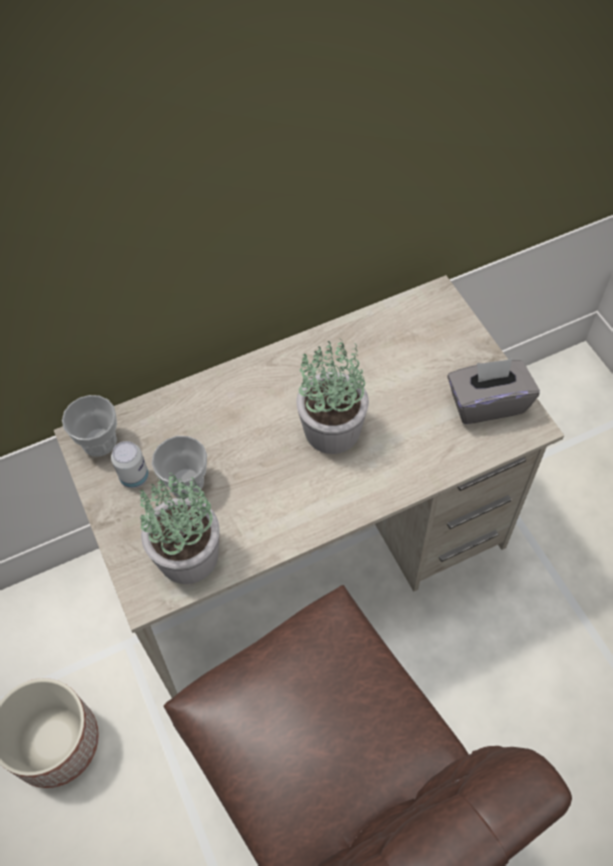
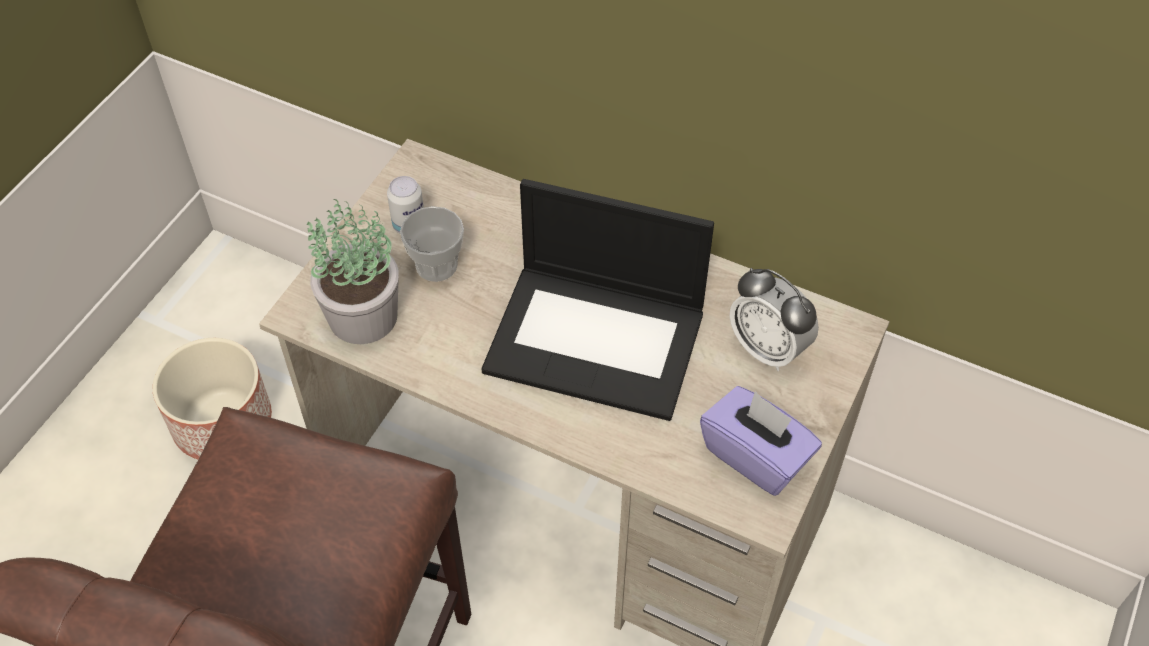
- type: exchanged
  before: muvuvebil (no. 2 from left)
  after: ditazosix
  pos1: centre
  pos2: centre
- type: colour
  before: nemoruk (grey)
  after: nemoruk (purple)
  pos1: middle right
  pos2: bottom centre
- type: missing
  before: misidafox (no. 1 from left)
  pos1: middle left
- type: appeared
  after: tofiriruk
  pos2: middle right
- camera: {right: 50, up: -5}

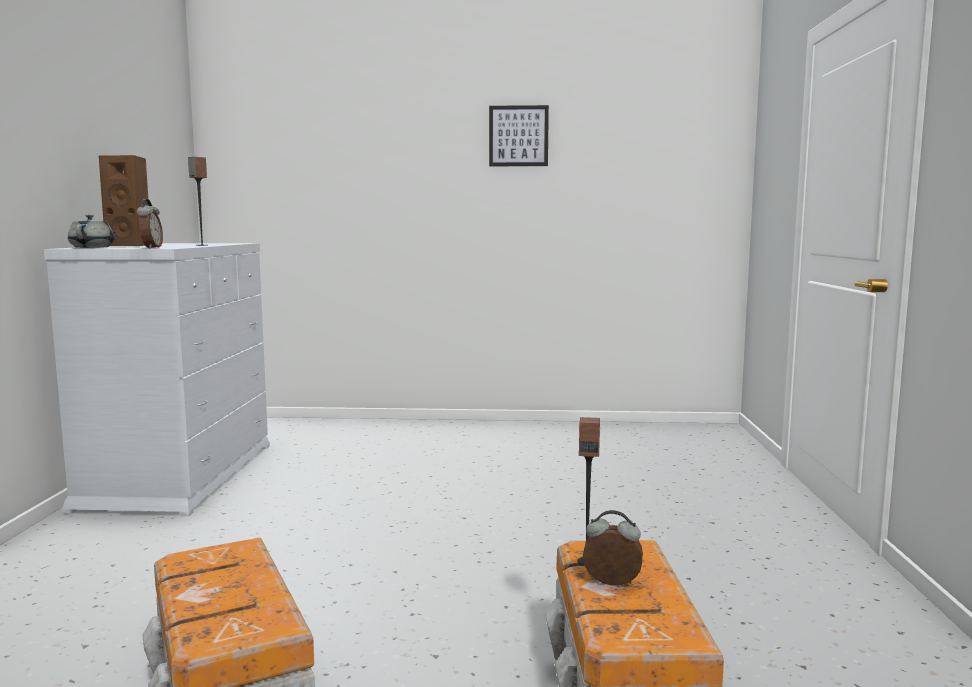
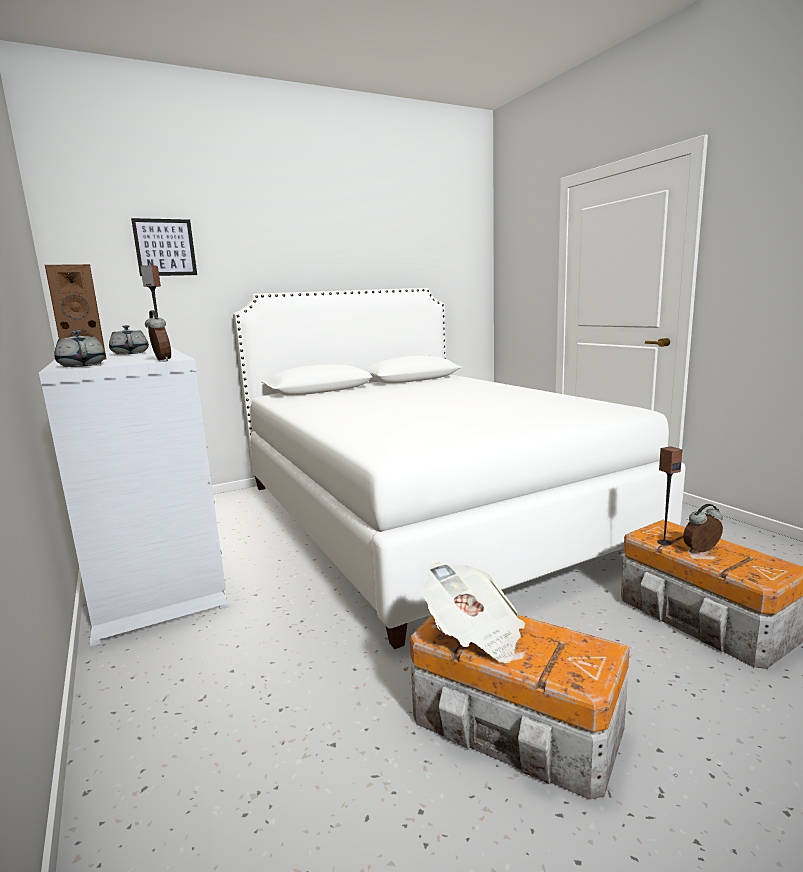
- type: relocated
  before: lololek
  pos1: top centre
  pos2: top left
- type: appeared
  after: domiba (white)
  pos2: centre
- type: appeared
  after: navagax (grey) (no. 2 from left)
  pos2: middle left
- type: appeared
  after: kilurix
  pos2: bottom centre
- camera: {right: -30, up: 5}

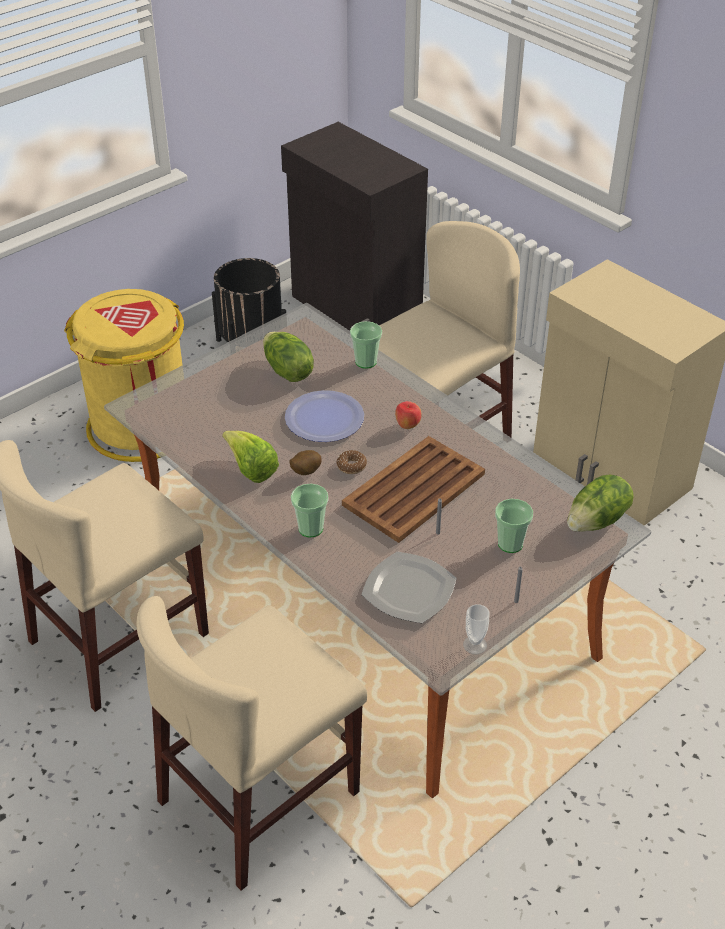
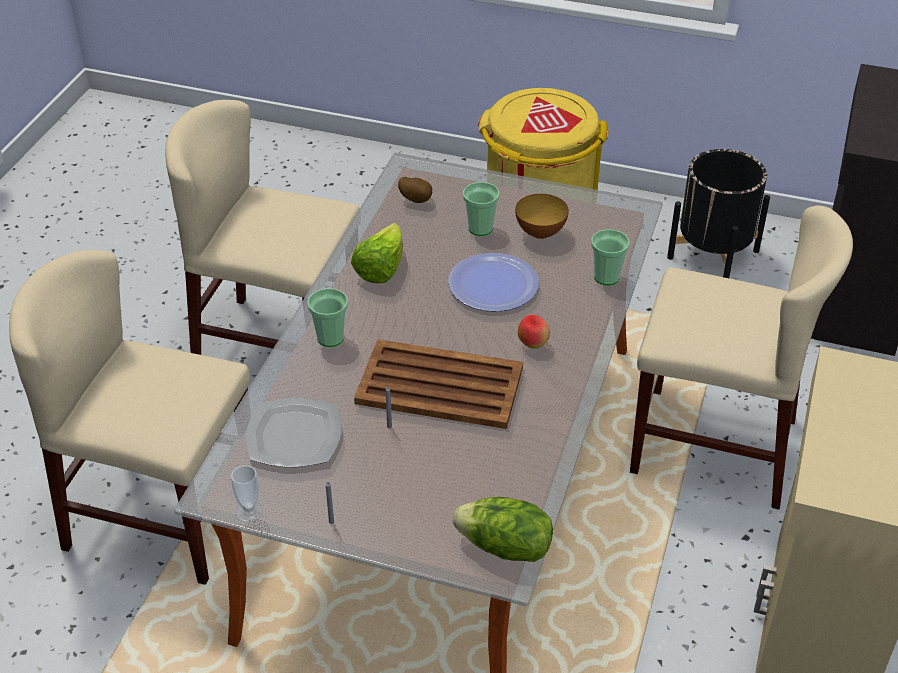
- type: exchanged
  before: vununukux (no. 2 from left)
  after: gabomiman
  pos1: centre
  pos2: top centre
- type: relocated
  before: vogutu
  pos1: centre
  pos2: top centre
- type: missing
  before: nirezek
  pos1: centre
- type: relocated
  before: misidafox (no. 4 from left in the first image)
  after: misidafox (no. 3 from left)
  pos1: middle right
  pos2: top centre
- camera: {right: 60, up: 0}

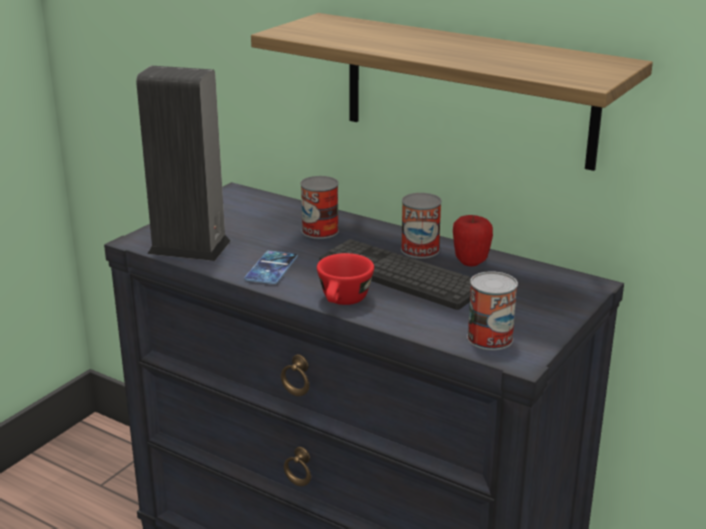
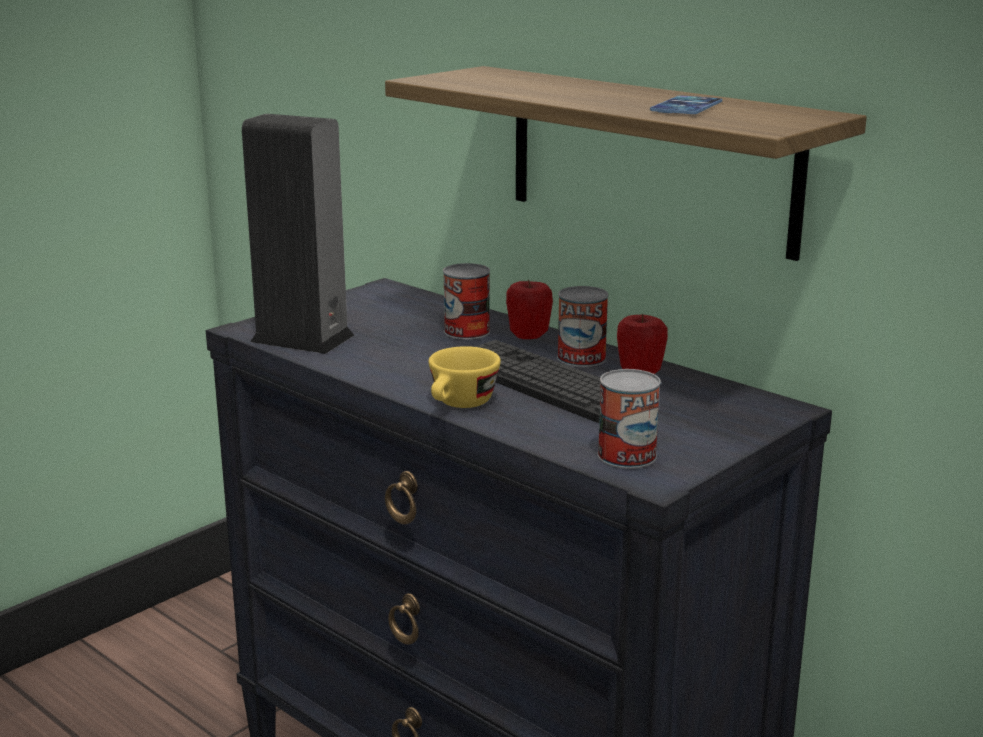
- type: relocated
  before: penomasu
  pos1: centre
  pos2: top right
- type: colour
  before: misidafox (red)
  after: misidafox (yellow)
  pos1: centre
  pos2: centre
- type: appeared
  after: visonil (no. 1 from left)
  pos2: centre
- camera: {right: 10, up: -5}

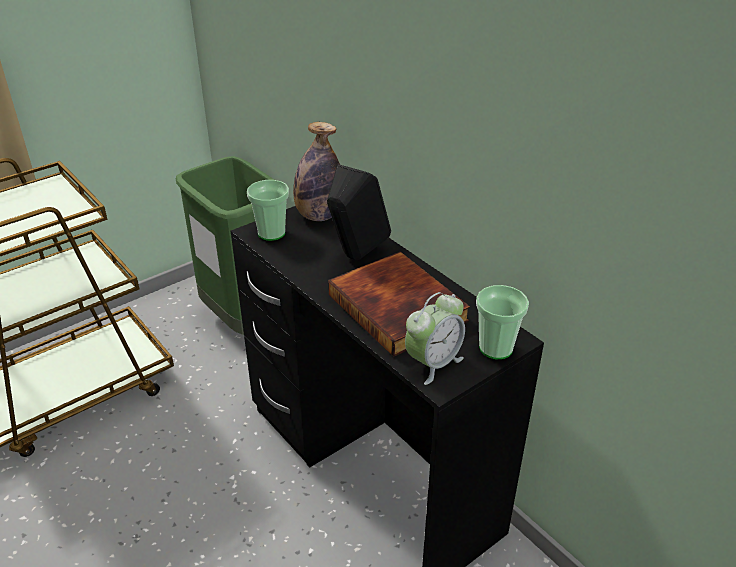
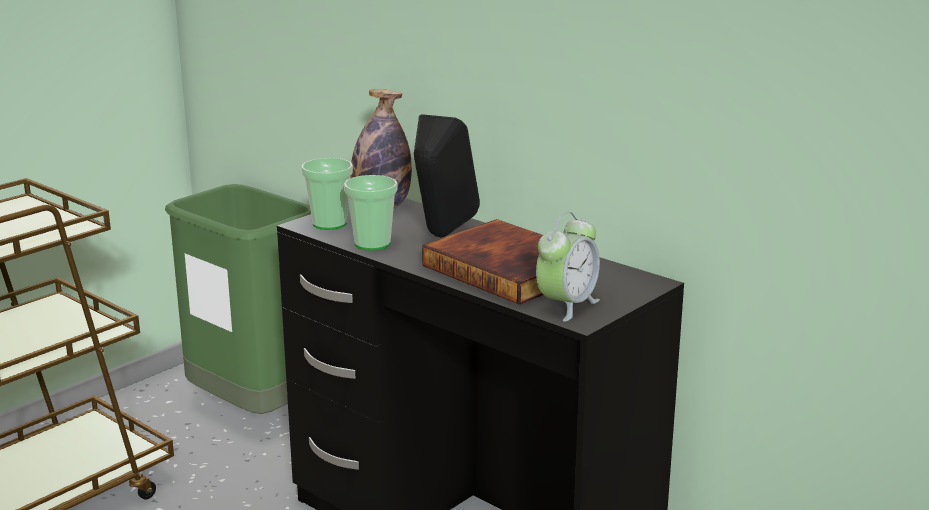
- type: relocated
  before: misidafox (no. 2 from left)
  pos1: middle right
  pos2: centre
- camera: {right: -10, up: -15}

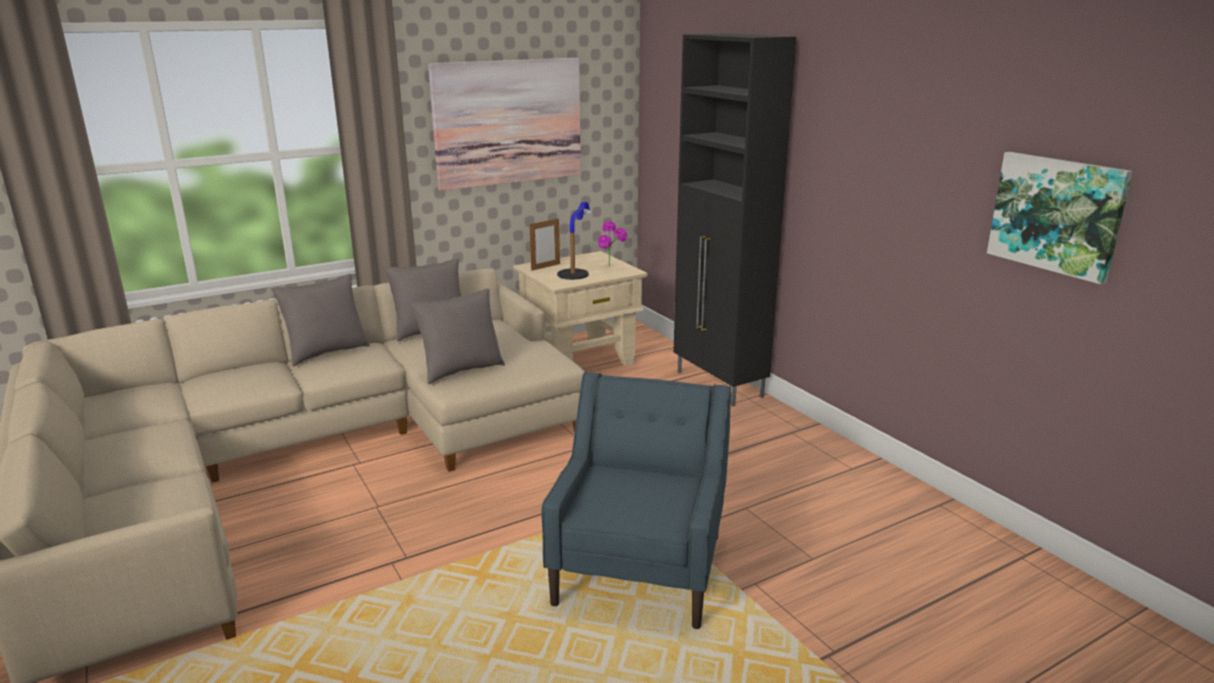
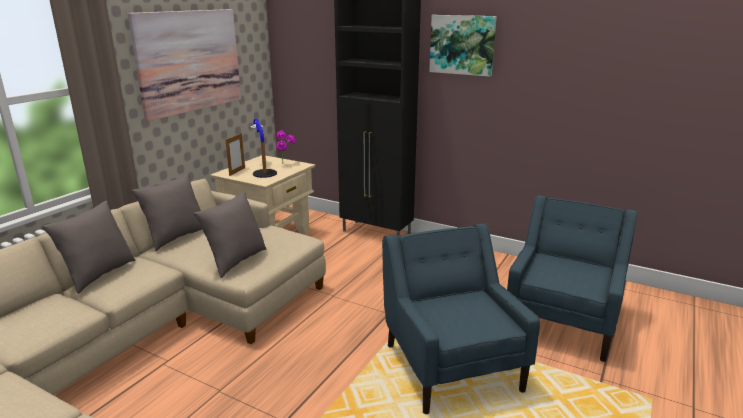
- type: relocated
  before: lololek (no. 2 from left)
  pos1: top right
  pos2: top centre
- type: appeared
  after: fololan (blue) (no. 2 from left)
  pos2: middle right
- camera: {right: -30, up: 0}

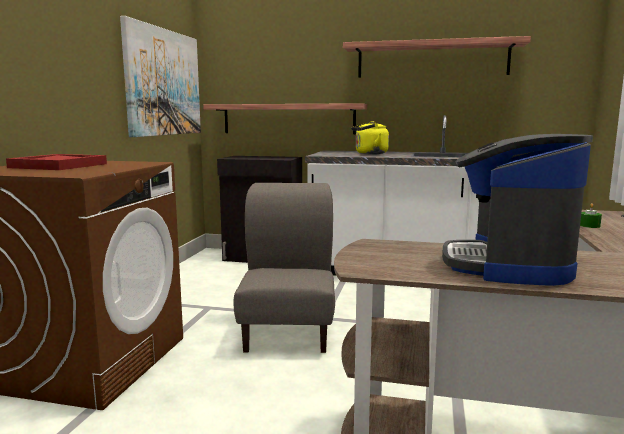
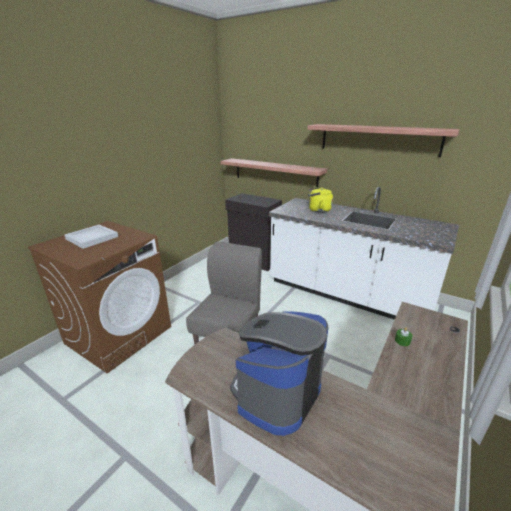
- type: missing
  before: lololek
  pos1: top left
- type: colour
  before: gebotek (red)
  after: gebotek (white)
  pos1: middle left
  pos2: middle left
- camera: {right: 20, up: 15}

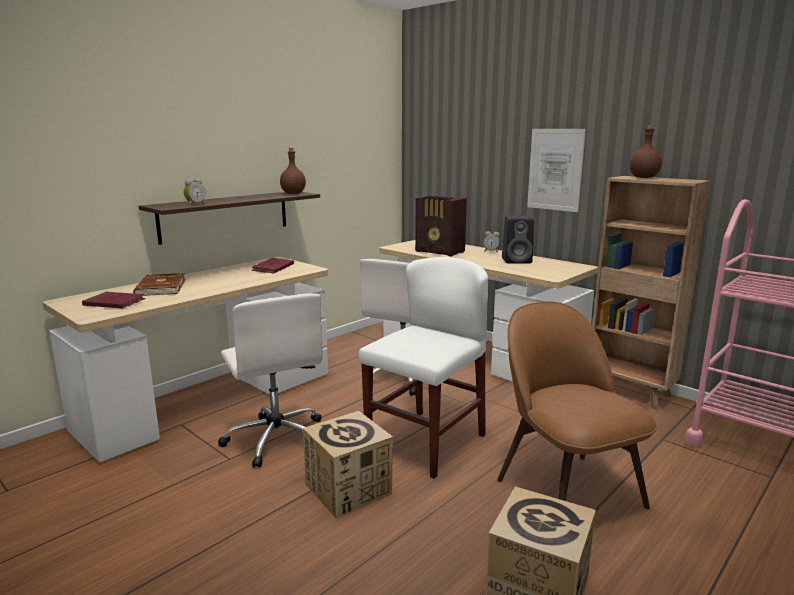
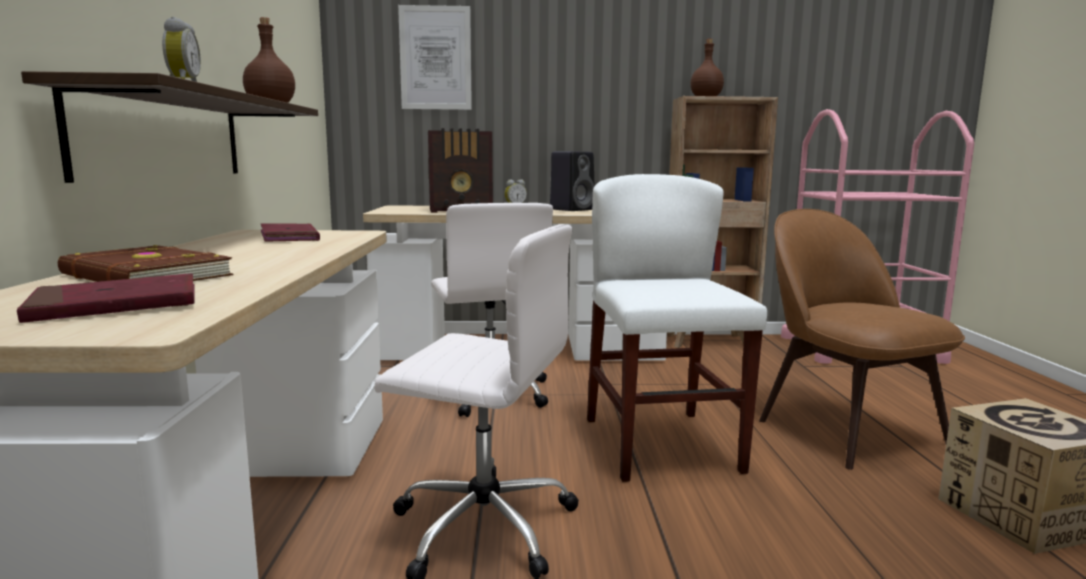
- type: relocated
  before: lololek
  pos1: top right
  pos2: top centre
- type: spun
  before: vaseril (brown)
  pos1: bottom right
  pos2: middle right
  turn: 45
- type: missing
  before: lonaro (no. 1 from left)
  pos1: bottom centre
- camera: {right: -45, up: -5}

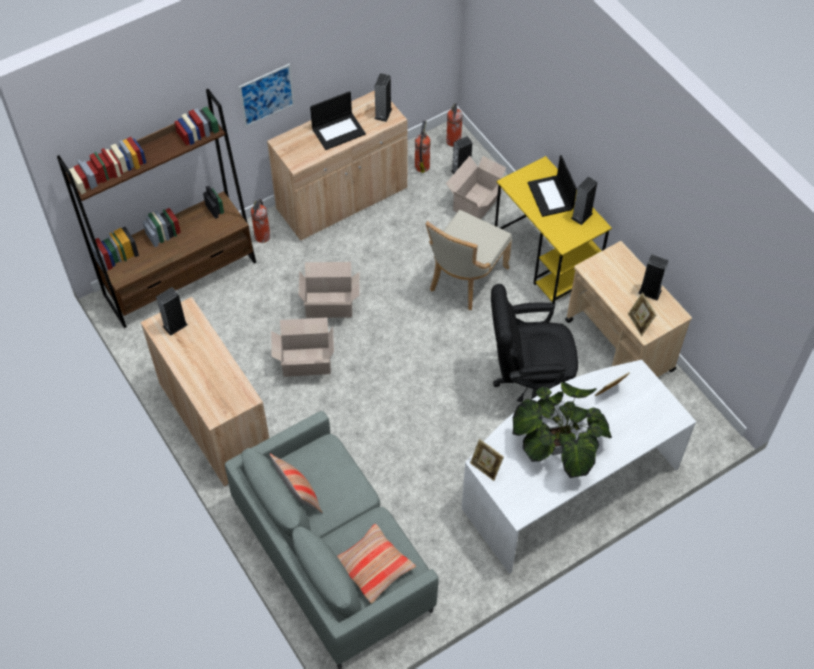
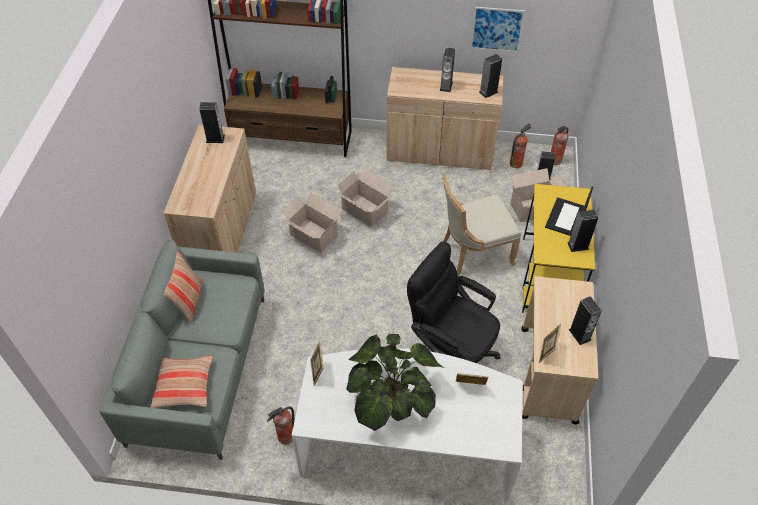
- type: relocated
  before: lololek
  pos1: top left
  pos2: top centre
- type: exchanged
  before: ditazosix (no. 1 from left)
  after: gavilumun (no. 2 from left)
  pos1: top centre
  pos2: top centre
- type: relocated
  before: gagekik (no. 1 from left)
  pos1: top left
  pos2: bottom centre
- camera: {right: 40, up: -5}

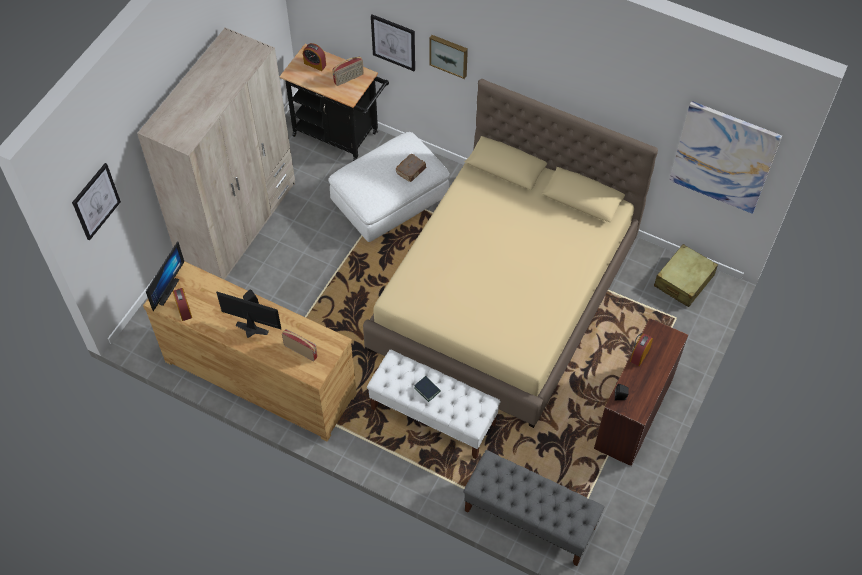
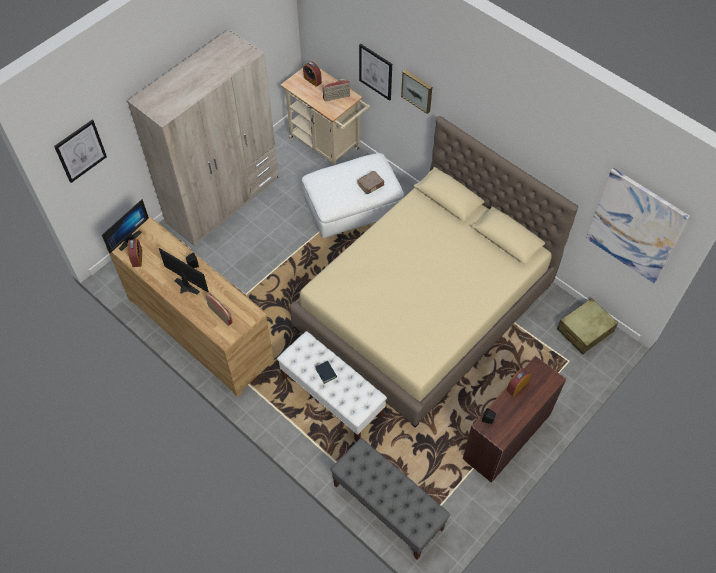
- type: colour
  before: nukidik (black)
  after: nukidik (beige)
  pos1: top centre
  pos2: top centre
- camera: {right: 15, up: 0}

